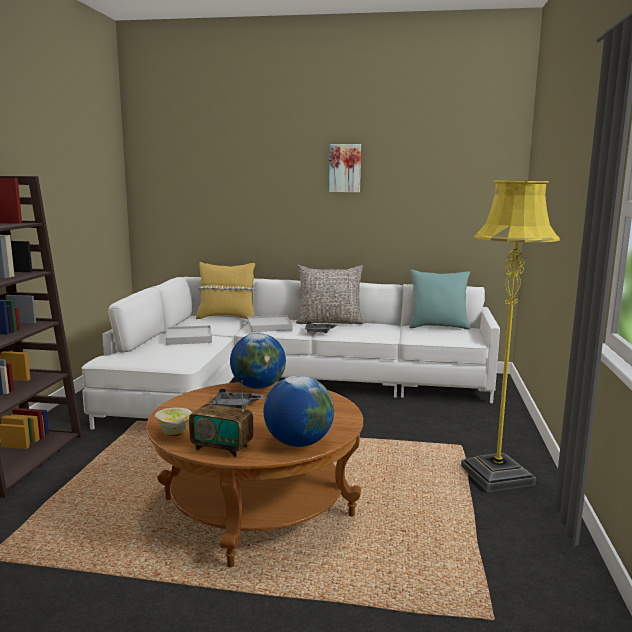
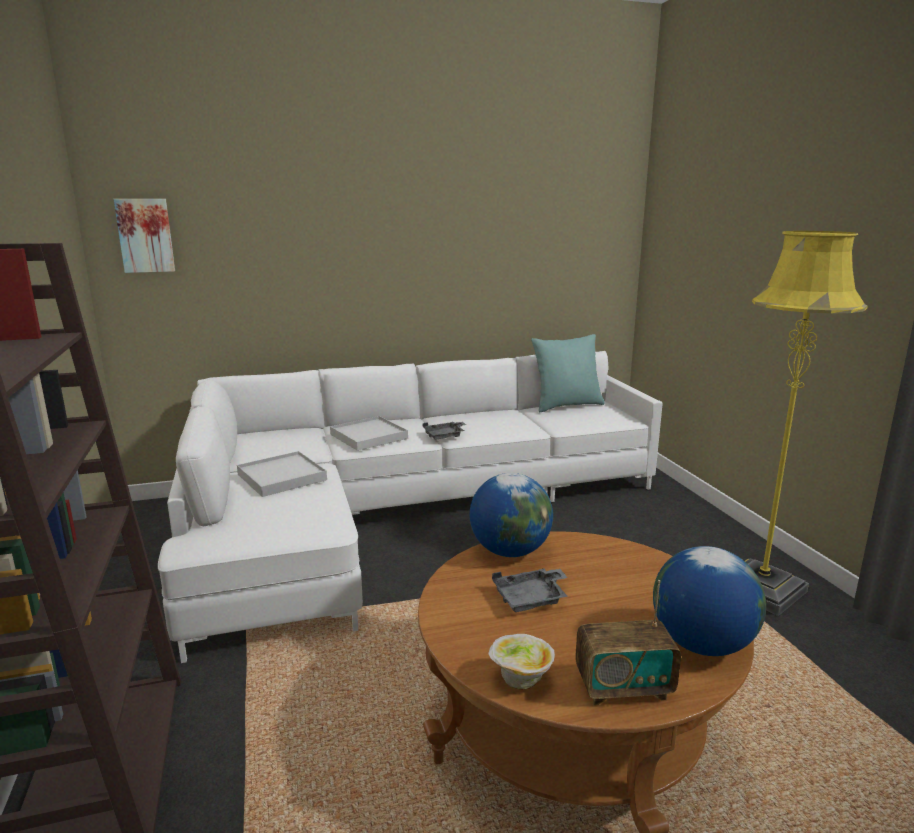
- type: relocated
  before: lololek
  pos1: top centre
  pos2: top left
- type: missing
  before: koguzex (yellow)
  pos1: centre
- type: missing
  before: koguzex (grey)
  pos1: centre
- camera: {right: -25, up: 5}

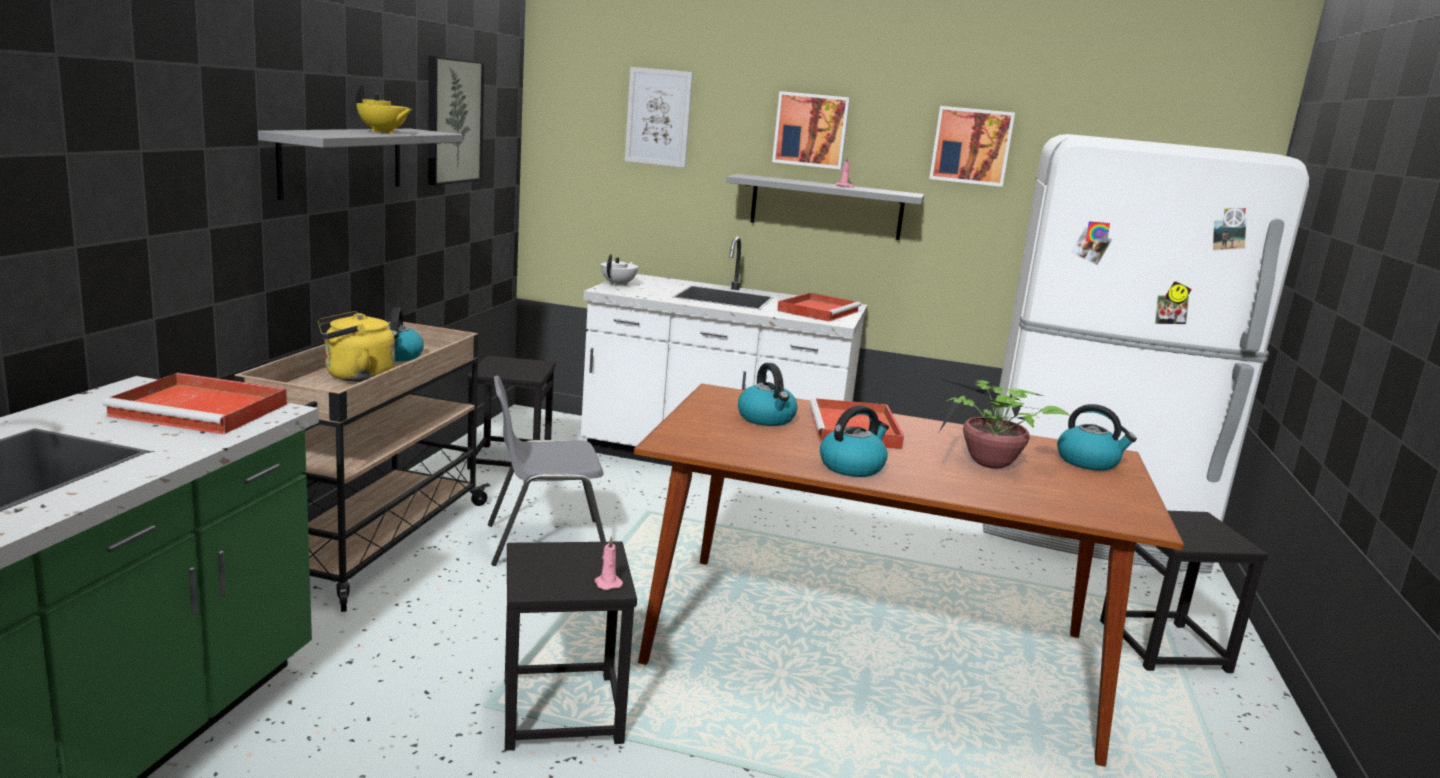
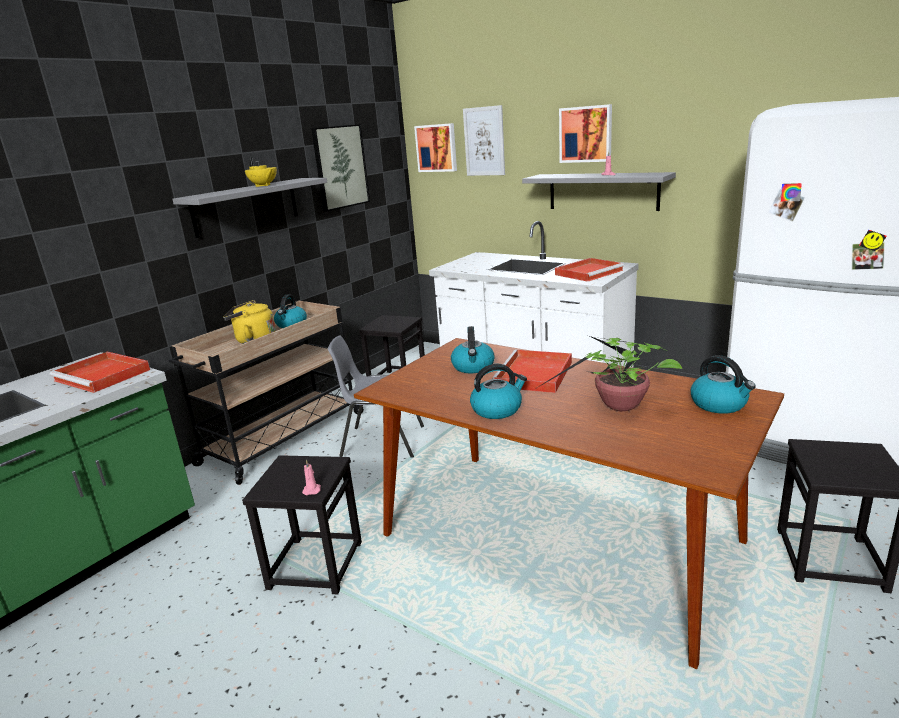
- type: relocated
  before: lololek (no. 4 from left in the first image)
  after: lololek (no. 2 from left)
  pos1: top right
  pos2: top centre
- type: missing
  before: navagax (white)
  pos1: centre
- camera: {right: 25, up: 5}

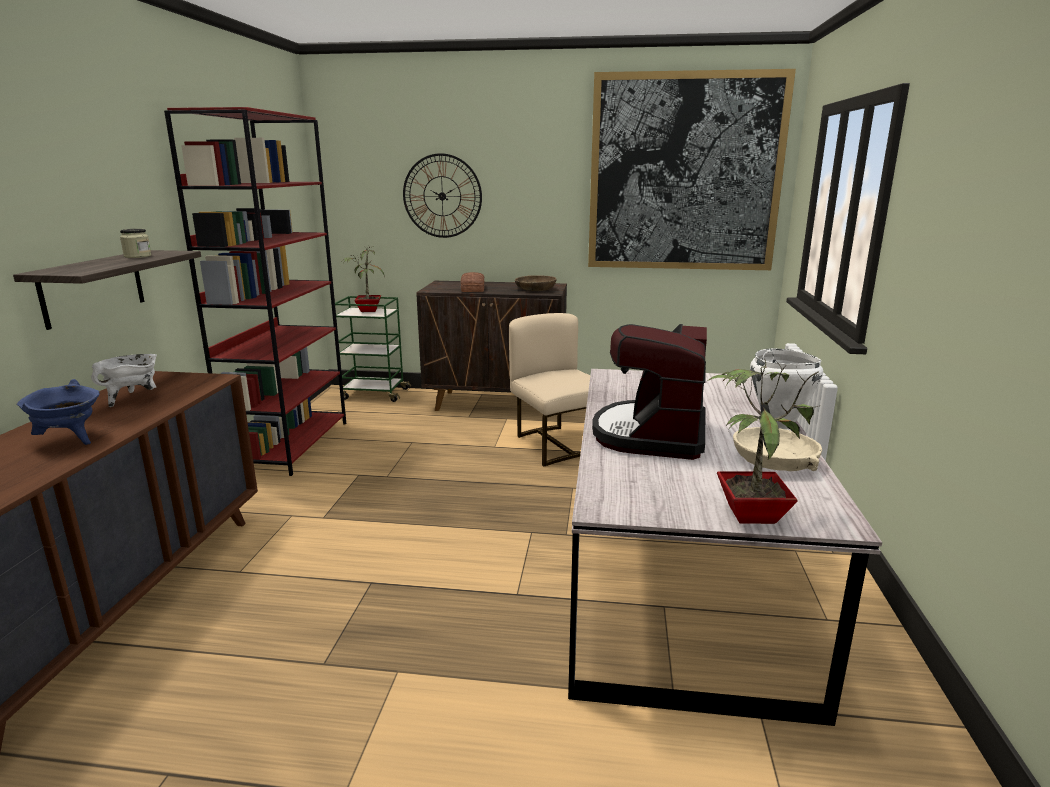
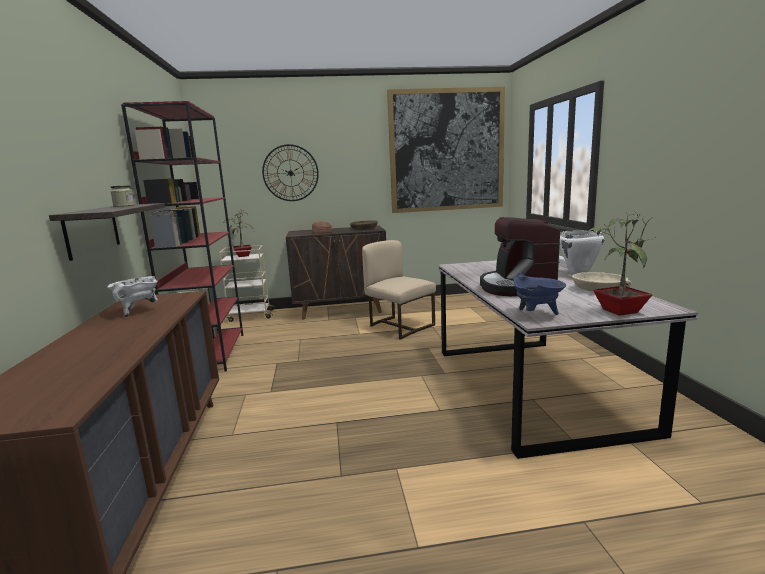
- type: colour
  before: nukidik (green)
  after: nukidik (beige)
  pos1: centre
  pos2: middle left
- type: relocated
  before: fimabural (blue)
  pos1: middle left
  pos2: middle right
- camera: {right: -15, up: -5}

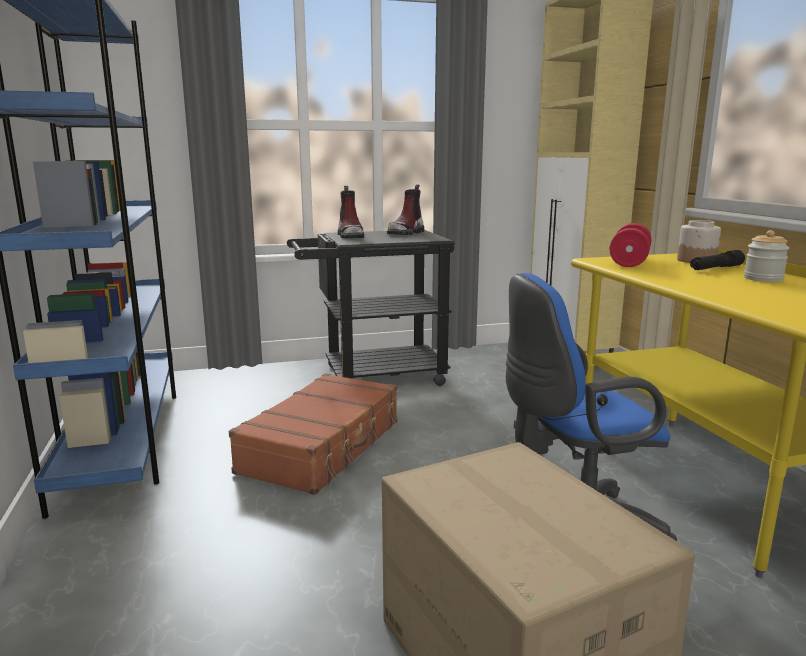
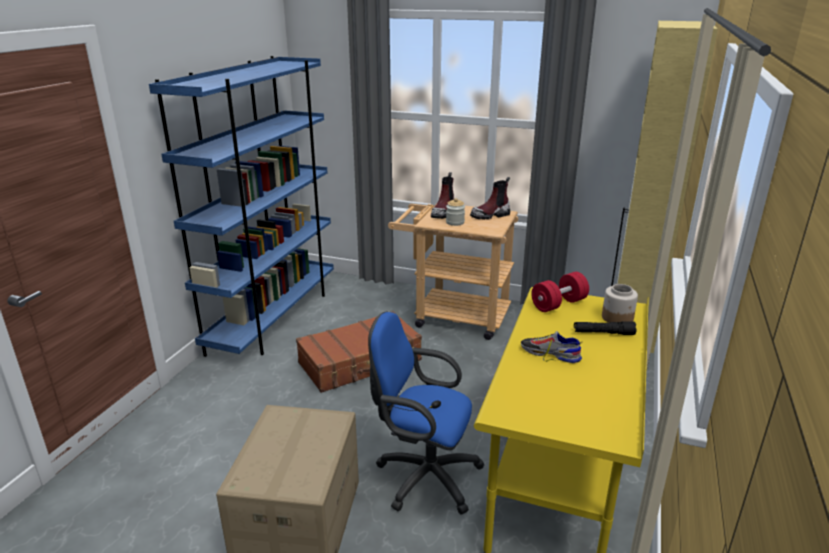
- type: colour
  before: nukidik (black)
  after: nukidik (beige)
  pos1: centre
  pos2: centre
- type: relocated
  before: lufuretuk (no. 2 from left in the first image)
  after: lufuretuk (no. 1 from left)
  pos1: middle right
  pos2: centre
- type: appeared
  after: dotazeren
  pos2: centre
- camera: {right: 35, up: 10}

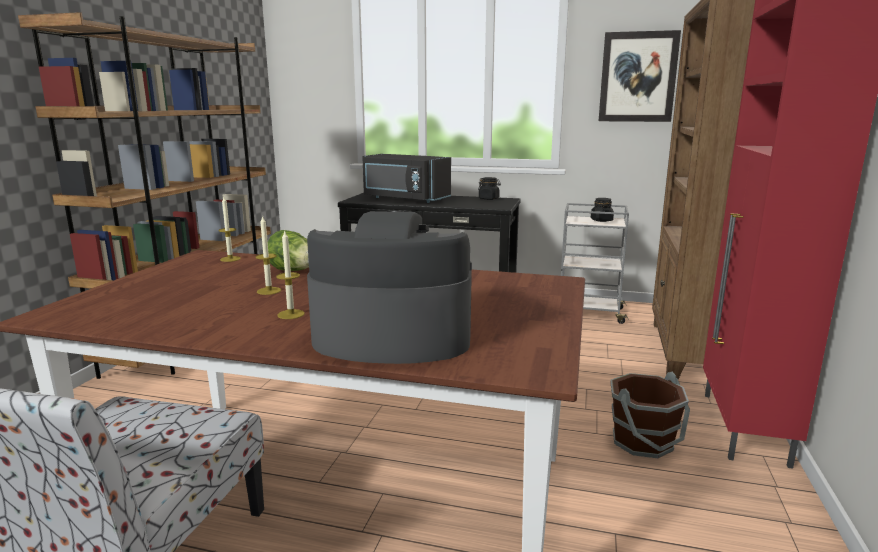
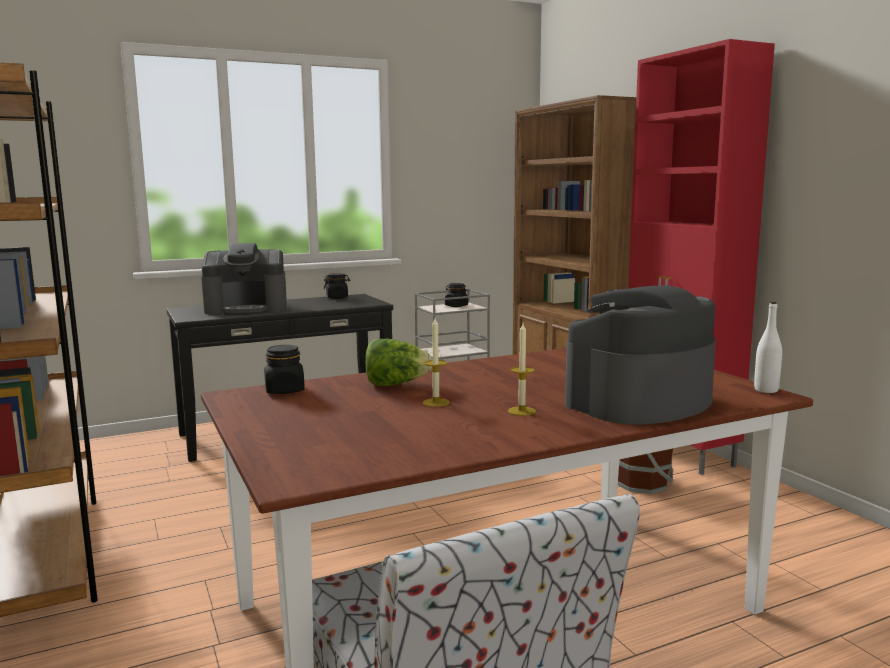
- type: missing
  before: lololek
  pos1: top right
- type: exchanged
  before: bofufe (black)
  after: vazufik (no. 1 from left)
  pos1: top centre
  pos2: middle left
- type: exchanged
  before: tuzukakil (no. 1 from left)
  after: lufuretuk (black) (no. 1 from left)
  pos1: middle left
  pos2: middle left
- type: appeared
  after: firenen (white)
  pos2: middle right
- camera: {right: -40, up: -5}

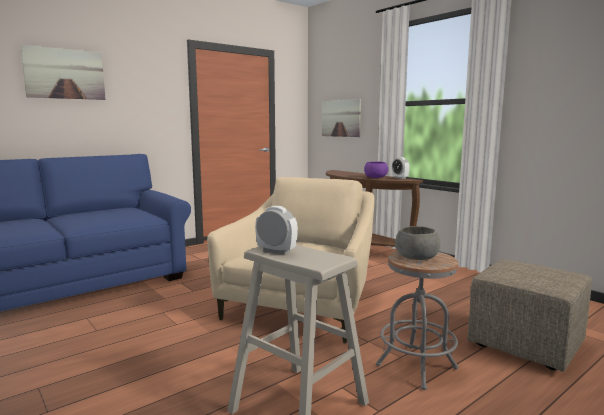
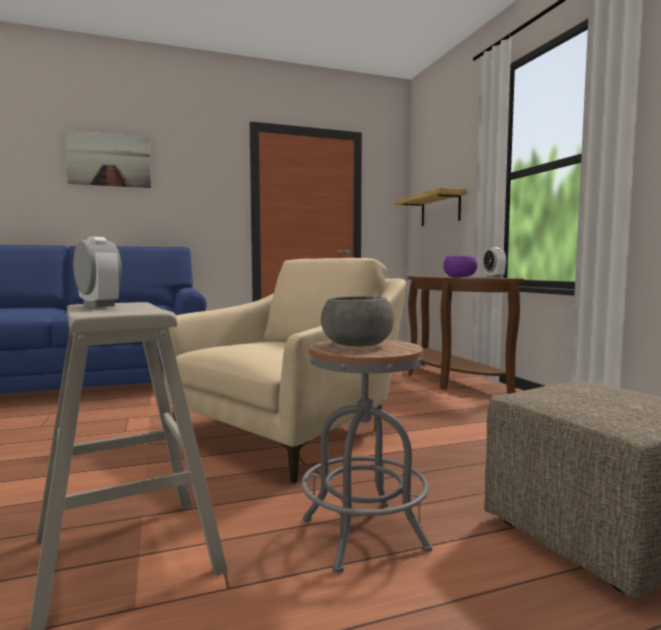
- type: exchanged
  before: lololek (no. 2 from left)
  after: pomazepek
  pos1: top centre
  pos2: top centre
- camera: {right: 20, up: -5}

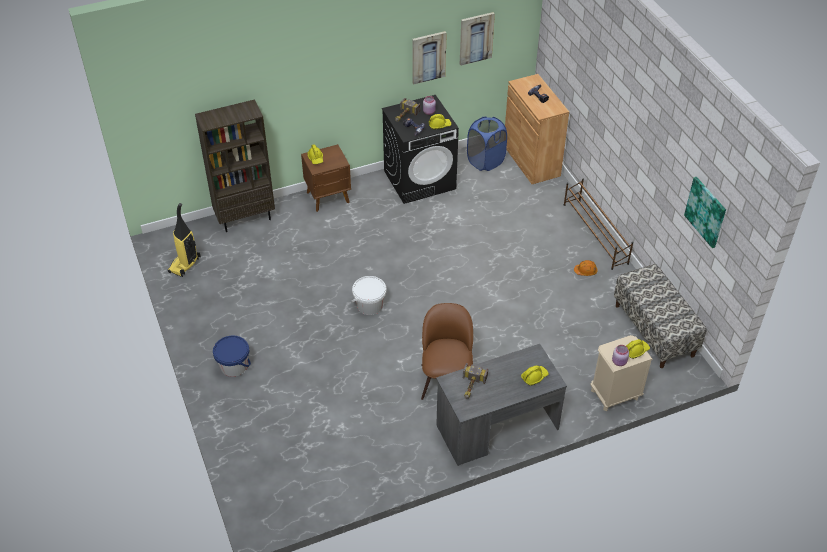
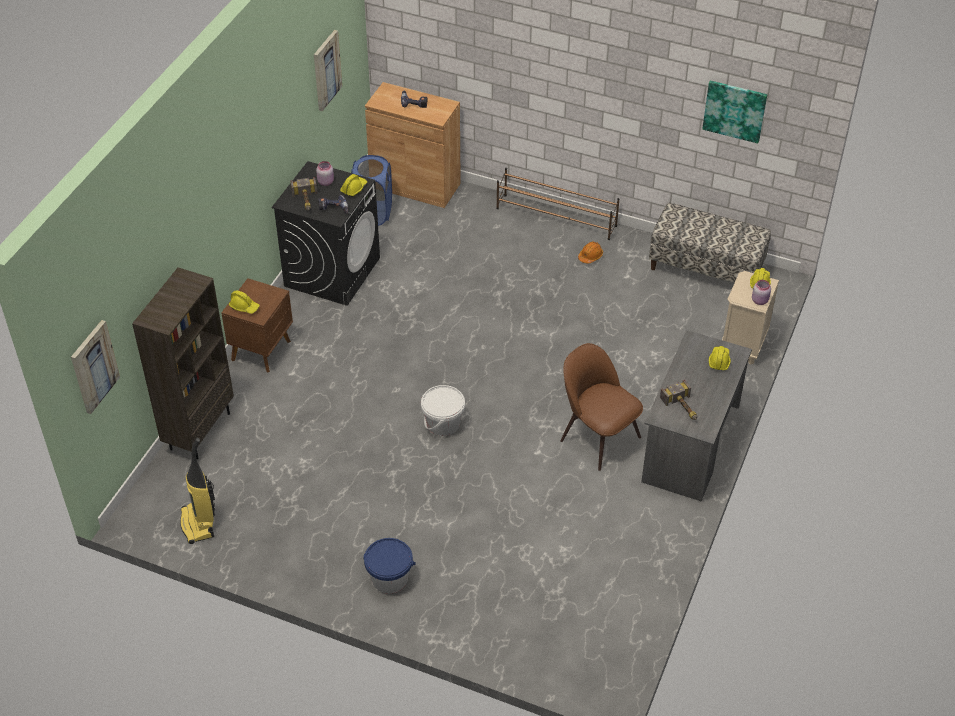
- type: relocated
  before: lololek (no. 1 from left)
  pos1: top centre
  pos2: middle left
- camera: {right: -45, up: 0}

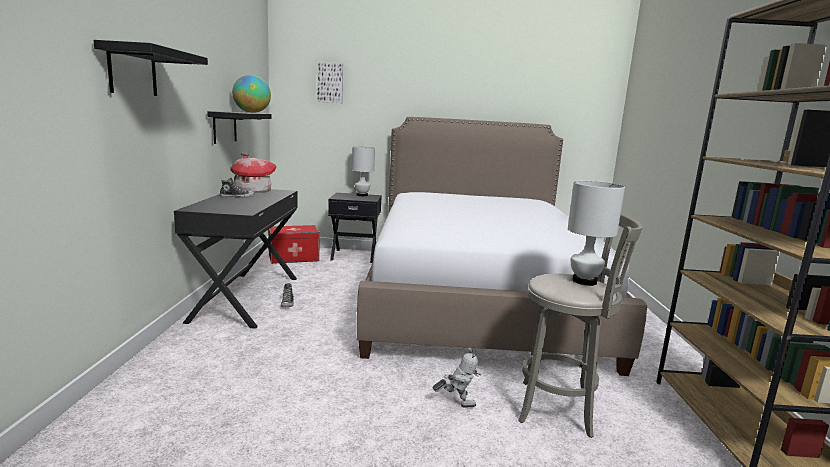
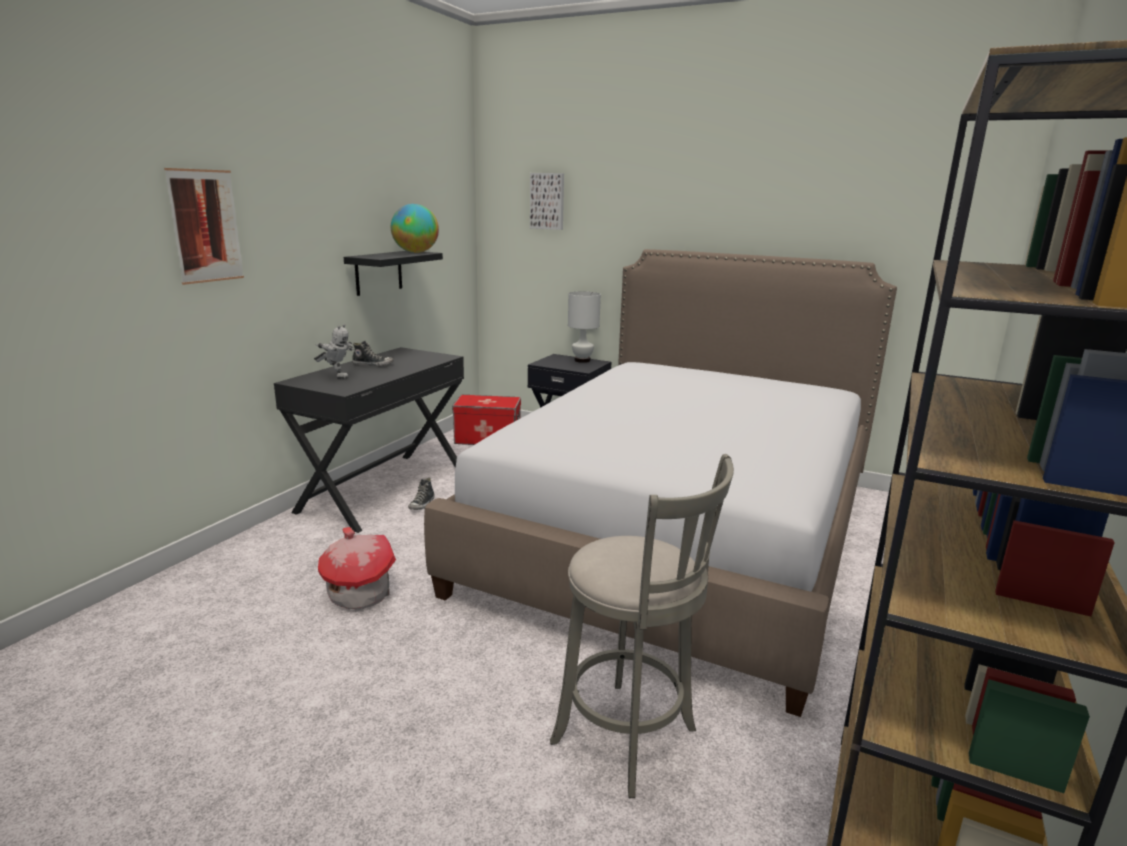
- type: exchanged
  before: pomazepek (black) (no. 1 from left)
  after: lololek (no. 1 from left)
  pos1: top left
  pos2: top left
- type: relocated
  before: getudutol
  pos1: middle left
  pos2: bottom left
- type: missing
  before: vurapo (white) (no. 2 from left)
  pos1: middle right
- type: relocated
  before: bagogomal
  pos1: bottom centre
  pos2: middle left
- camera: {right: 25, up: 5}

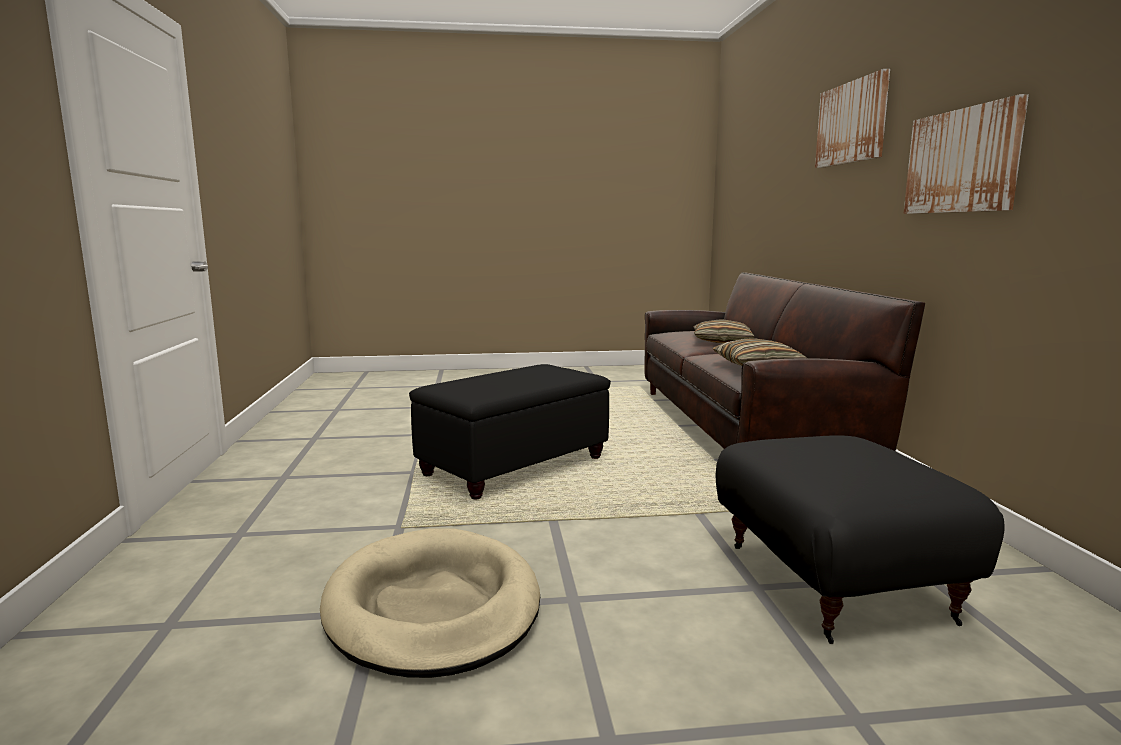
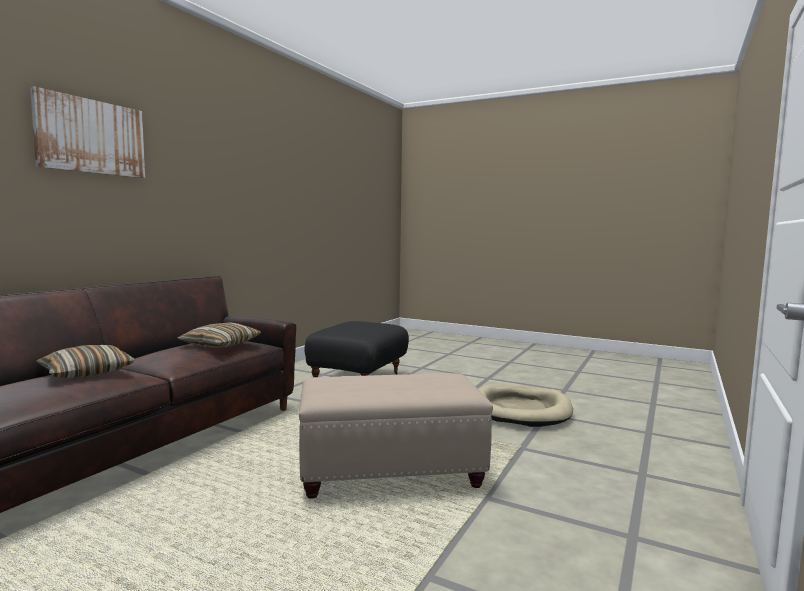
- type: missing
  before: lololek (no. 2 from left)
  pos1: top right
- type: colour
  before: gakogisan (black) (no. 1 from left)
  after: gakogisan (beige)
  pos1: centre
  pos2: bottom centre
- camera: {right: -145, up: -5}

